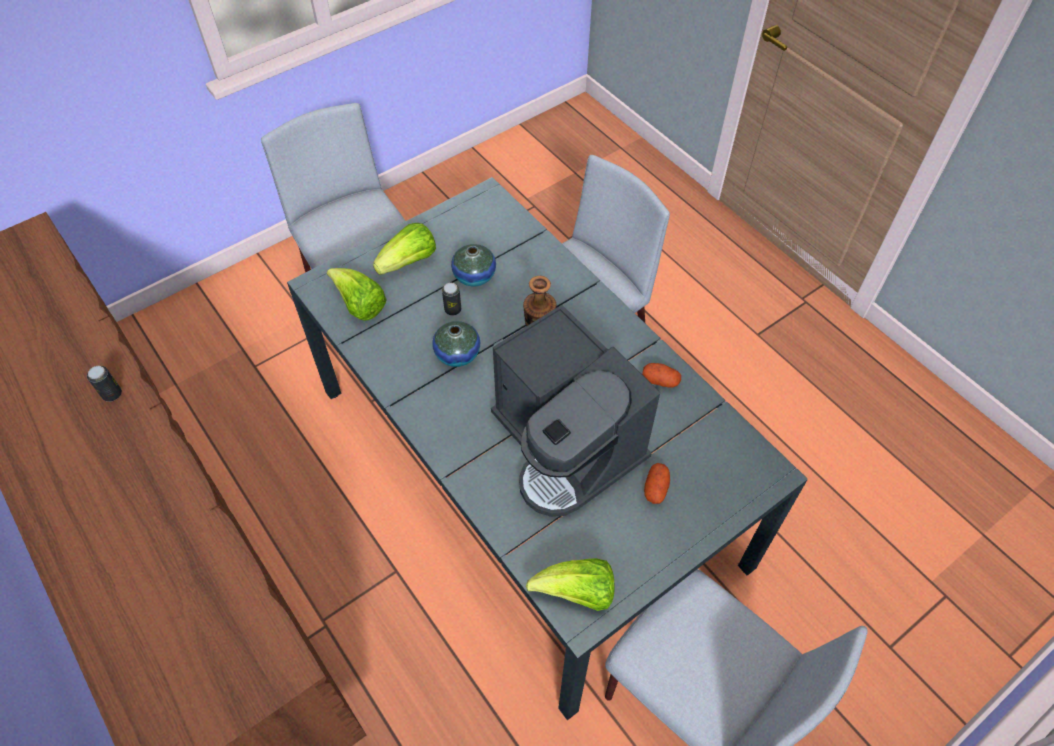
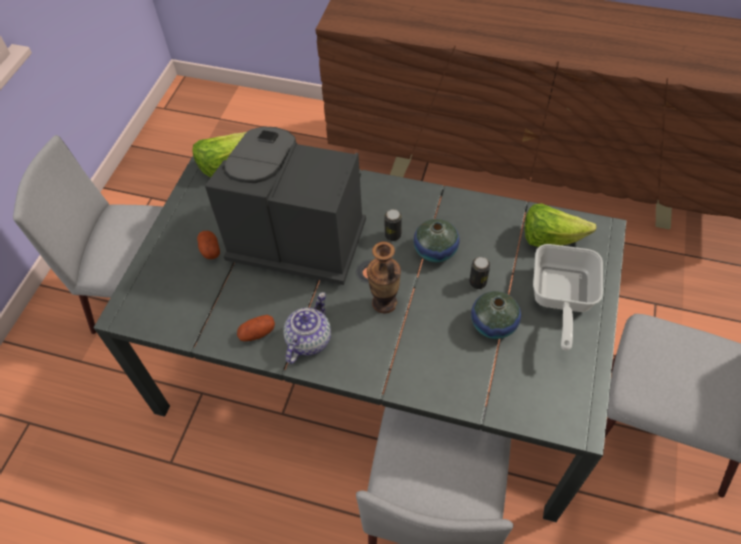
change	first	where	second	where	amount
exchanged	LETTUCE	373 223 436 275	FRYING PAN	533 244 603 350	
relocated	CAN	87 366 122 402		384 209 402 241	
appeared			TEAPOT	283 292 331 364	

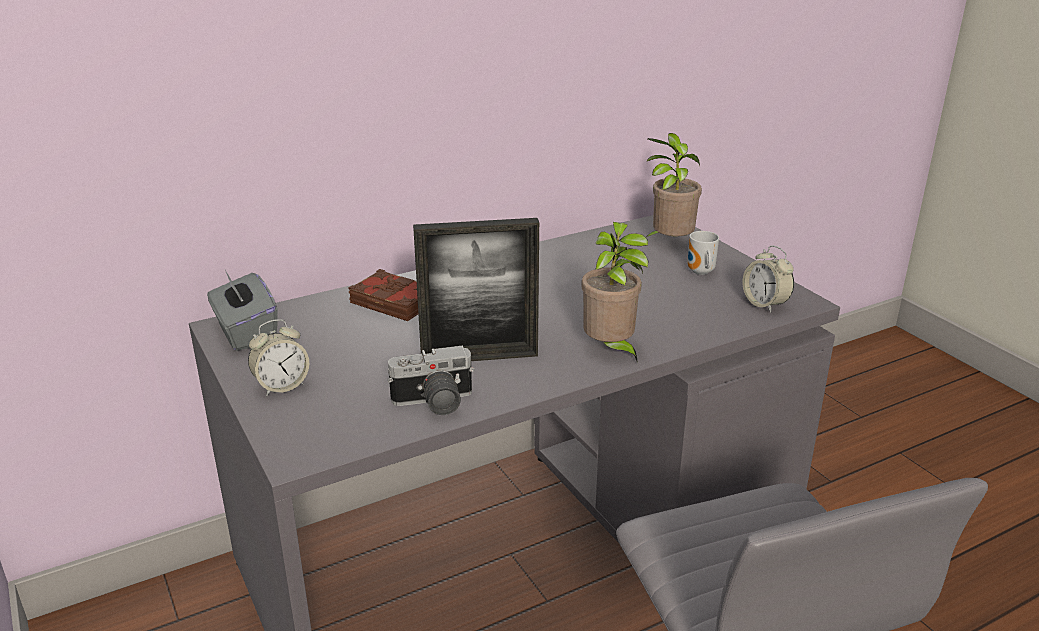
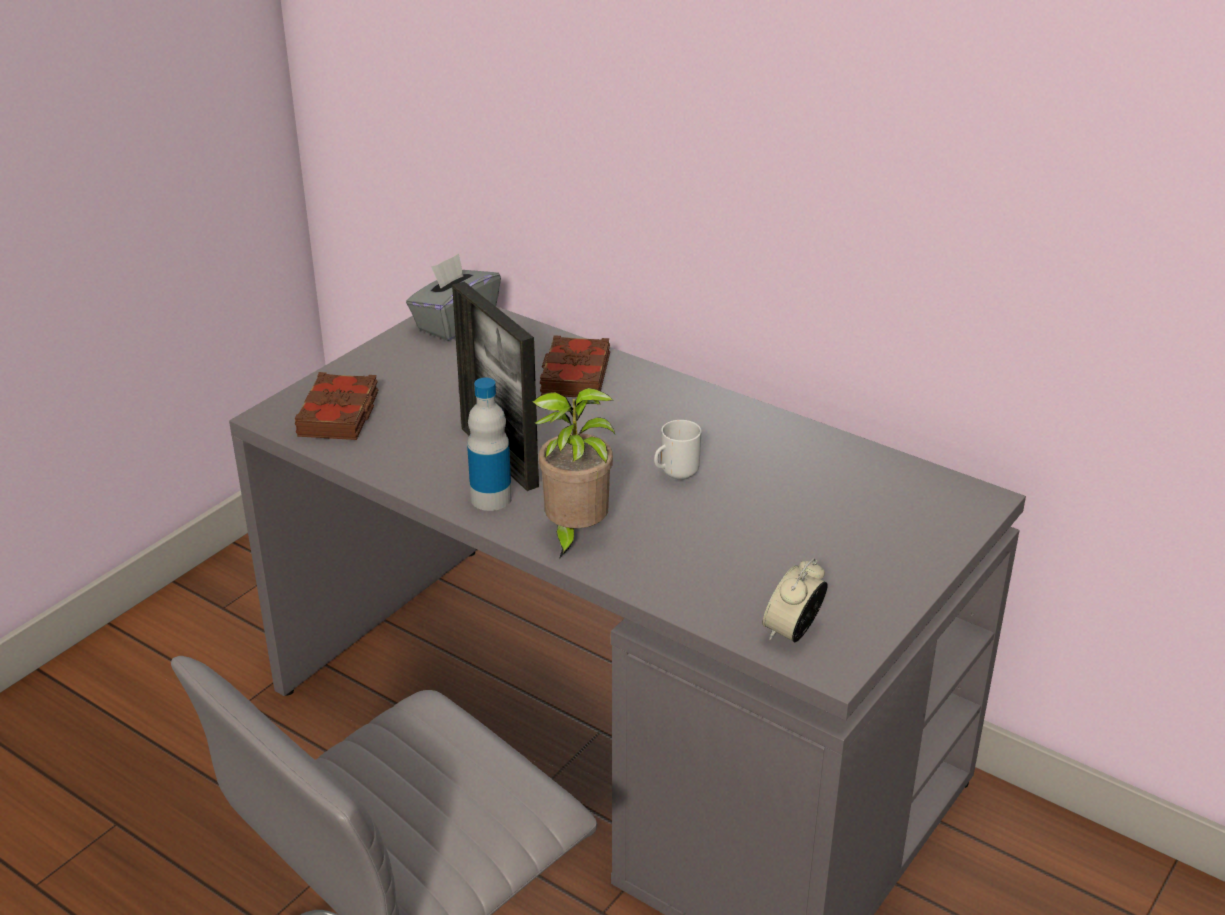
change	first	where	second	where	amount
missing	POTTED PLANT	646 133 702 237			
relocated	MUG	688 231 719 275		654 420 702 480	
missing	ALARM CLOCK	248 319 309 396			
missing	PHOTO CAMERA	387 345 475 415			
appeared			BROWN BOOK	295 372 378 440	
appeared			BOTTLE	467 378 512 511	

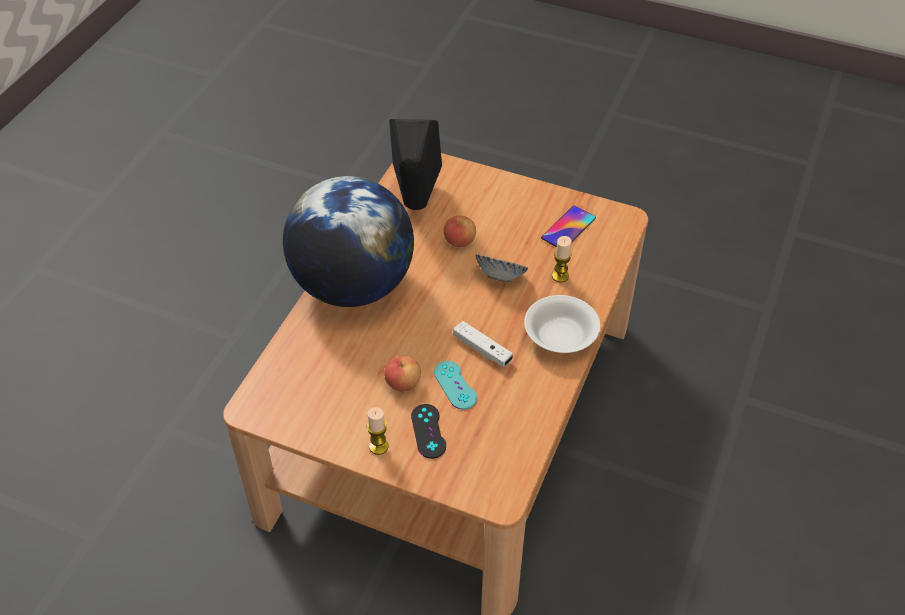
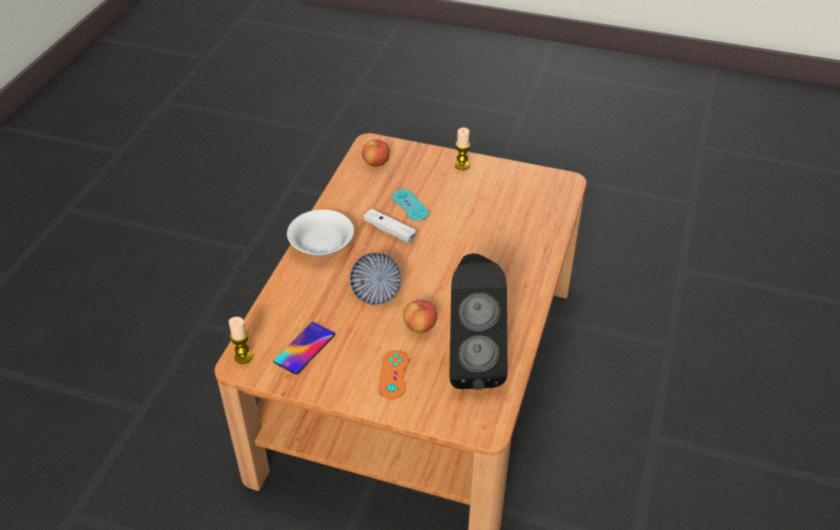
change	first	where	second	where	amount
missing	GLOBE	283 176 414 307			
relocated	CANDLE	552 236 572 283		229 317 252 364	
relocated	APPLE	384 356 421 391		362 139 390 167	
missing	BLACK GAME CONTROLLER	411 404 446 459			
appeared			ORANGE GAME CONTROLLER	378 350 409 399	

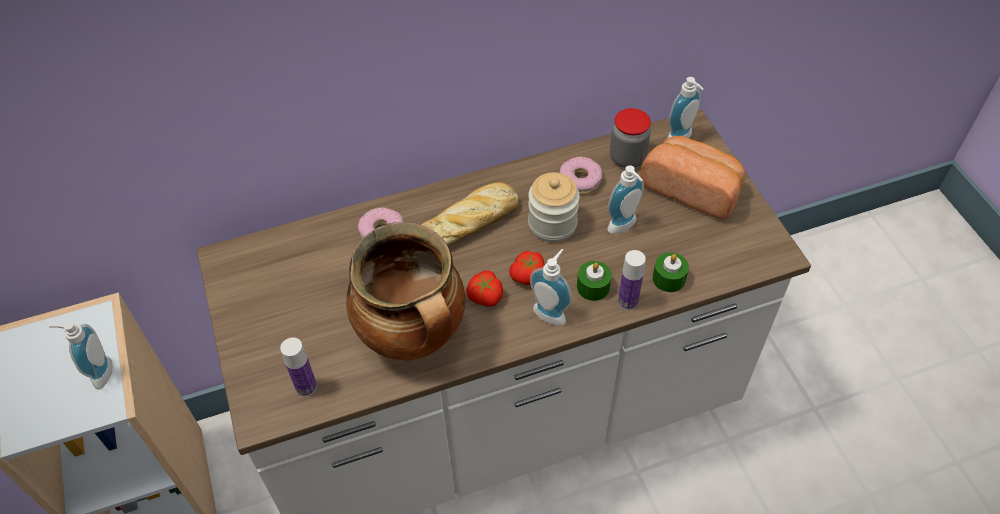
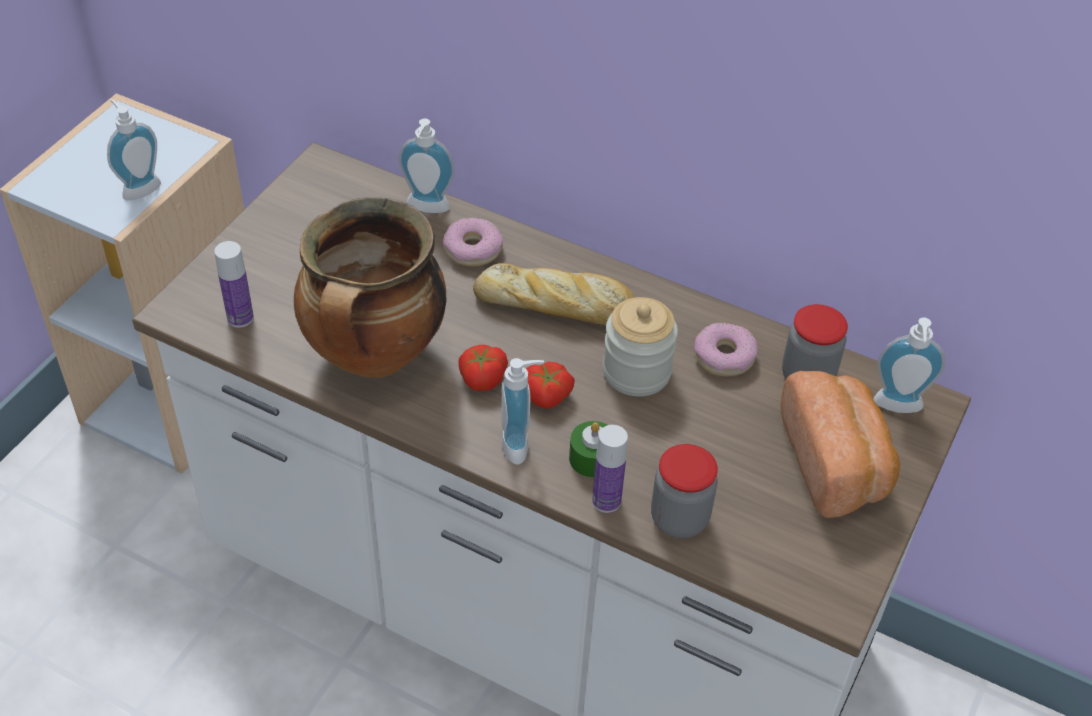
change	first	where	second	where	amount
relocated	SOAP DISPENSER	607 165 644 234		399 118 455 213	
exchanged	GREEN CANDLE	653 252 689 292	JAR	651 444 718 538	

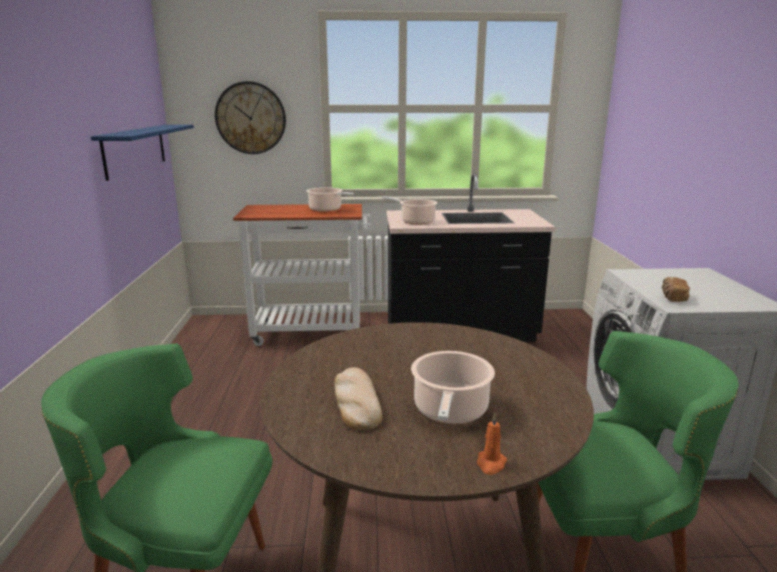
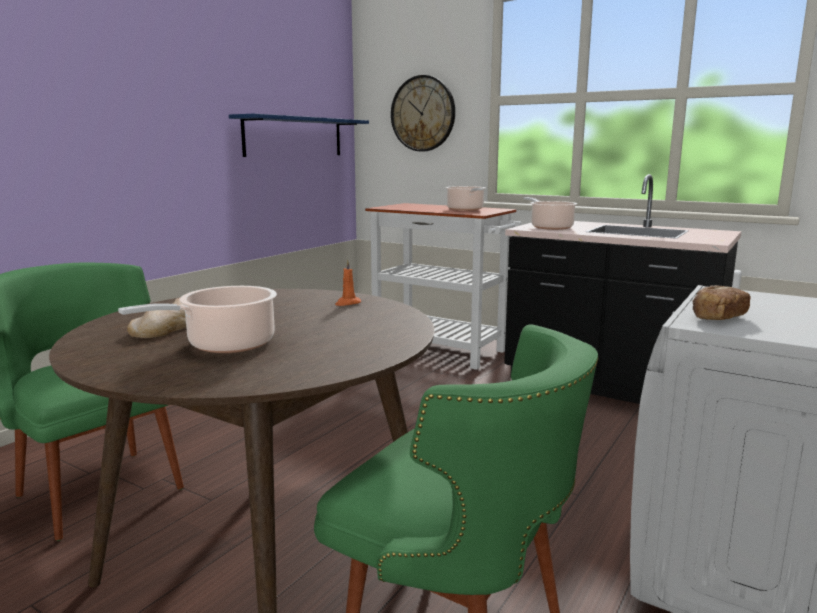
change	first	where	second	where	amount
relocated	ORANGE CANDLE	477 414 507 475		335 260 361 306	

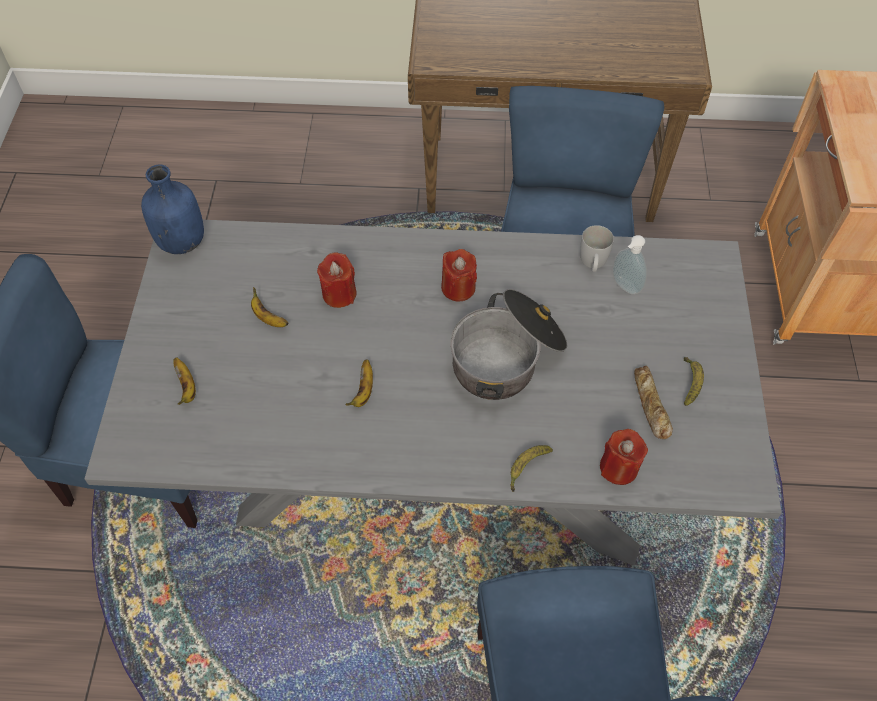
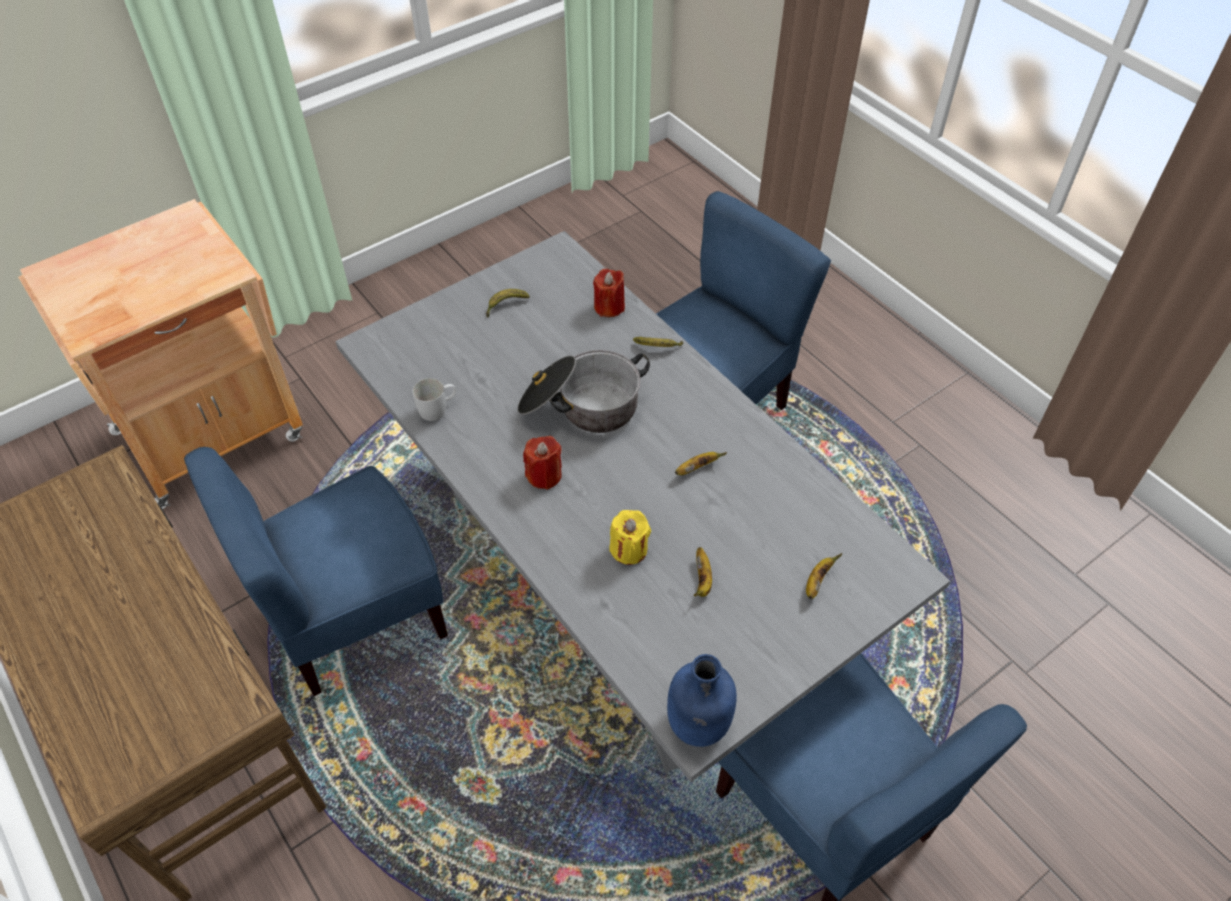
change	first	where	second	where	amount
missing	SOAP DISPENSER	613 235 647 295			
colour	RED CANDLE	317 252 356 308	YELLOW CANDLE	610 510 651 565	
missing	BREAD	634 366 673 439			

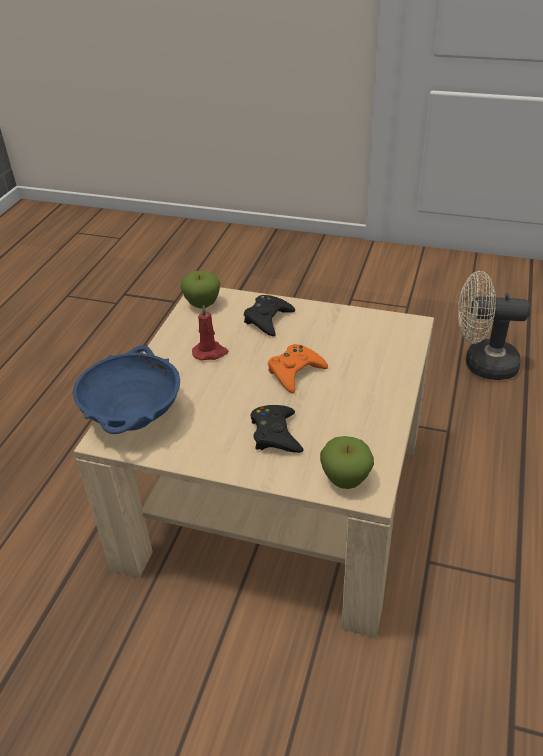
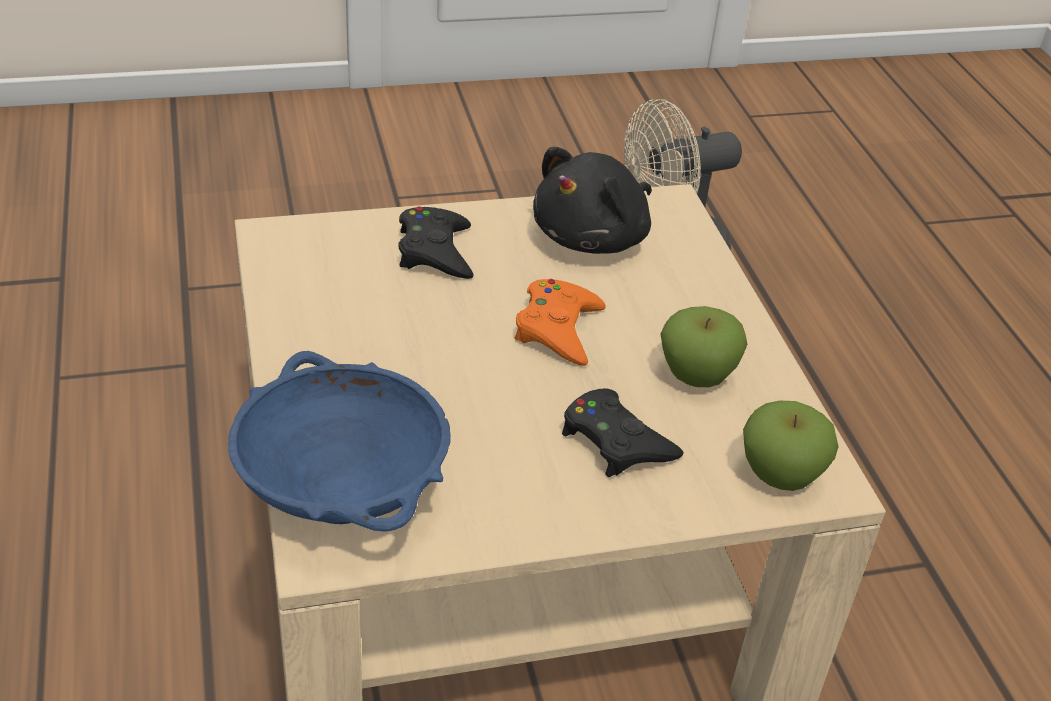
change	first	where	second	where	amount
relocated	APPLE	180 271 221 309		660 306 747 387	
missing	RED CANDLE	192 304 229 361			
appeared			BLACK PLUSH TOY	533 147 652 254	

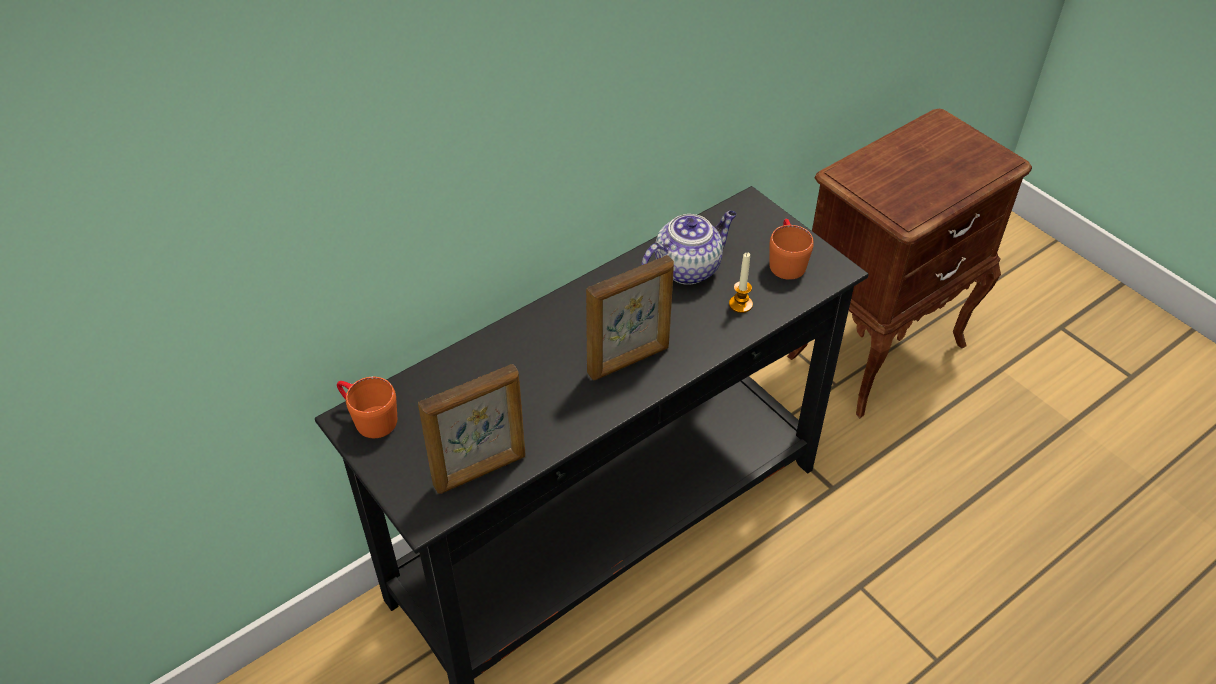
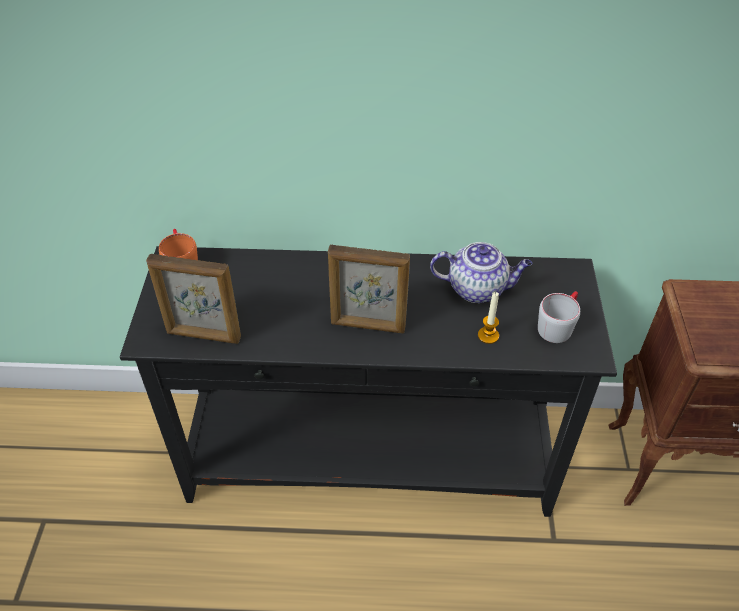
change	first	where	second	where	amount
colour	ORANGE MUG	769 219 814 280	GREY MUG	538 291 580 343	

